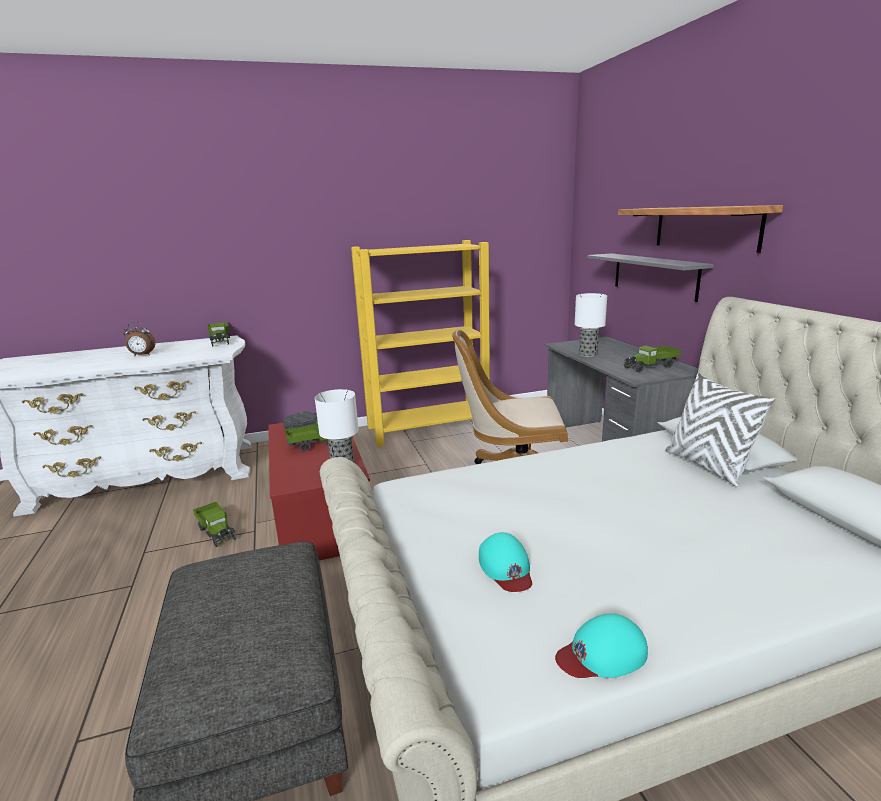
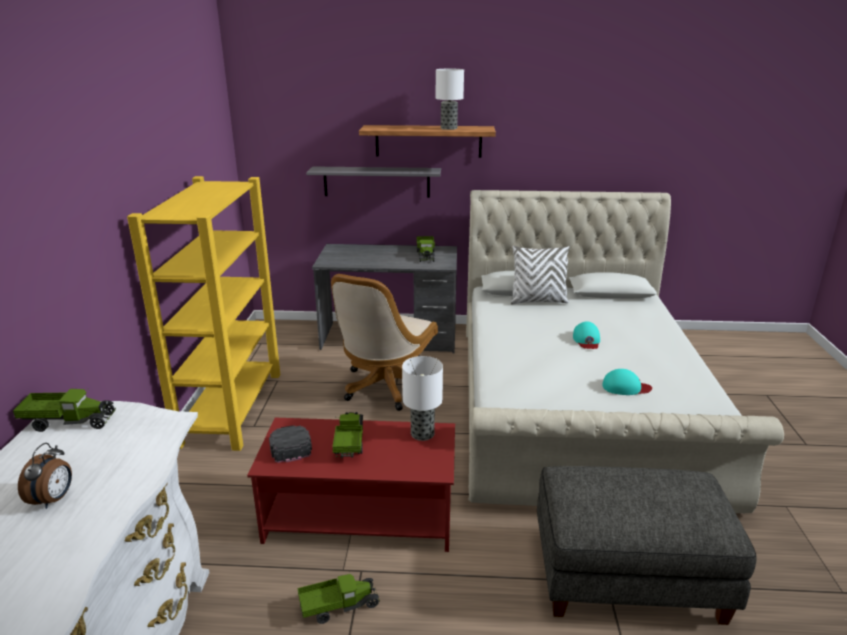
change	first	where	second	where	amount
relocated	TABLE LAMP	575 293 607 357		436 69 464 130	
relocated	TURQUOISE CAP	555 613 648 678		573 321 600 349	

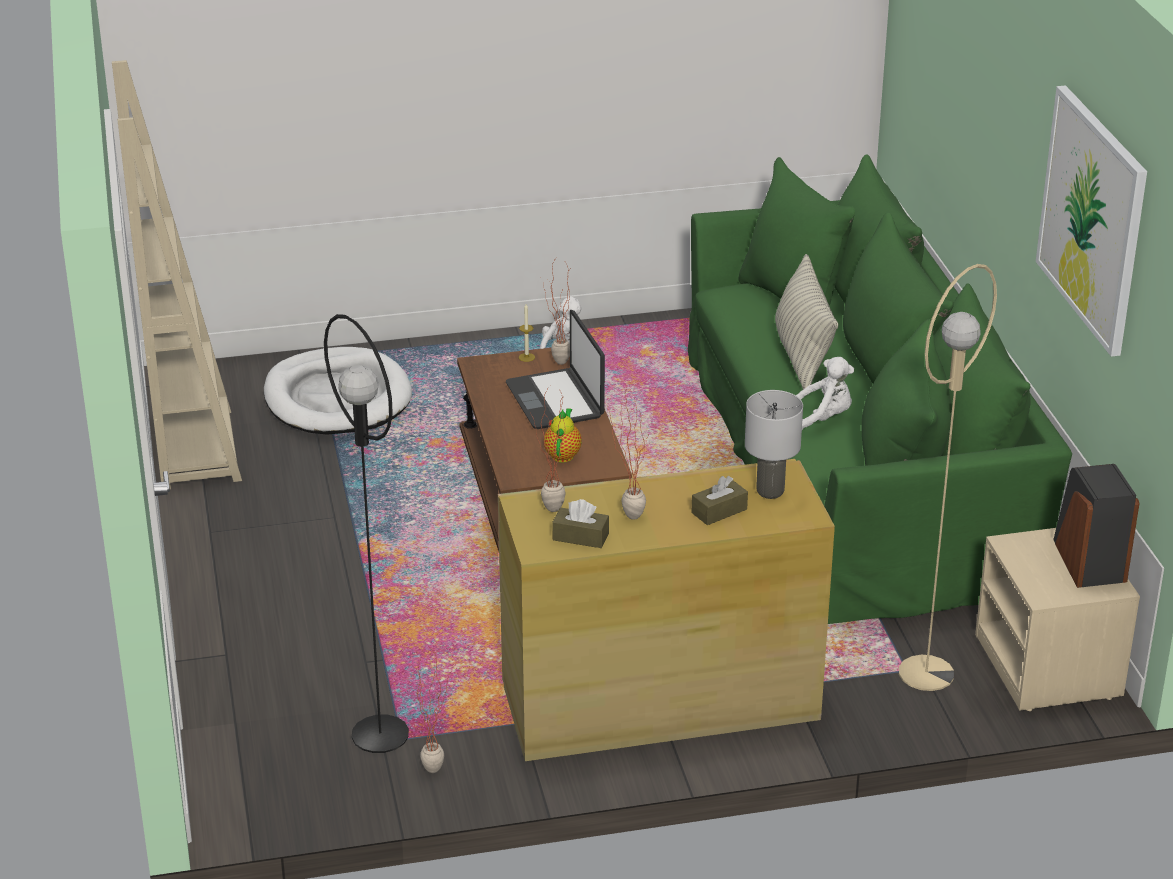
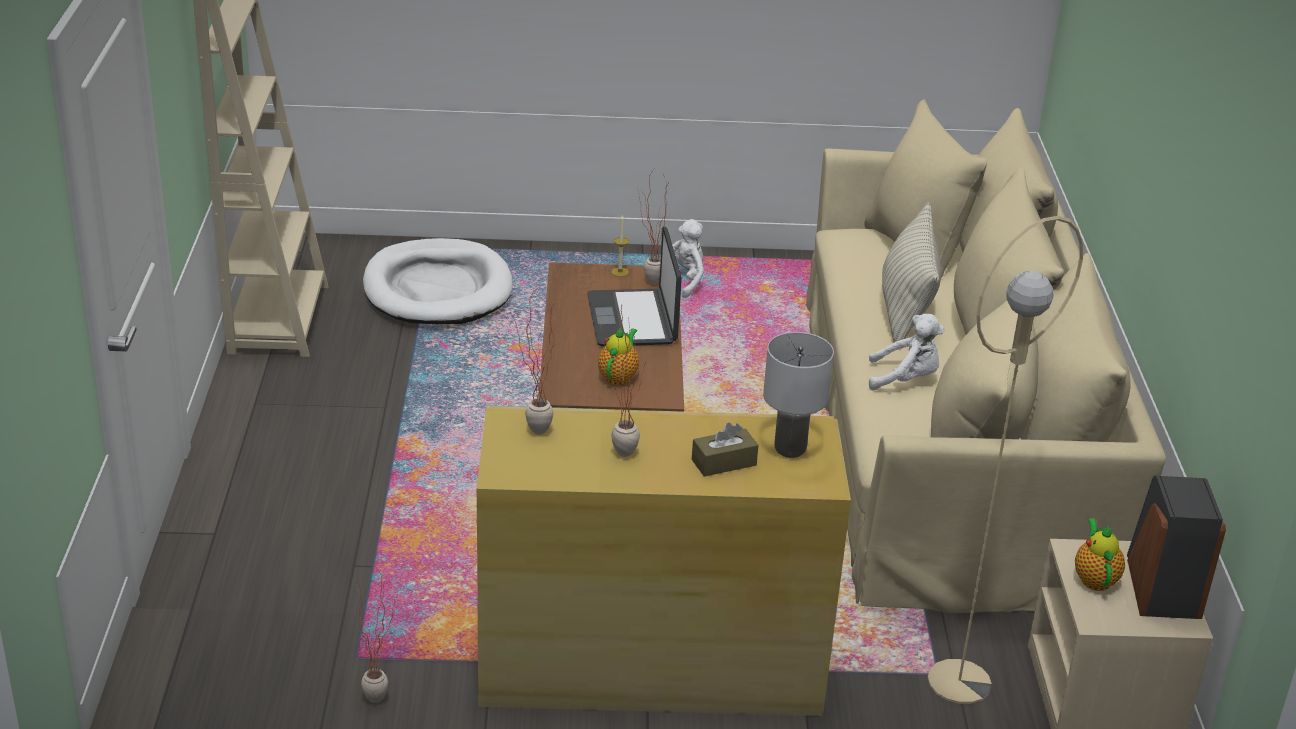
change	first	where	second	where	amount
missing	PICTURE	1036 85 1147 357			
colour	GREEN SOFA	688 154 1072 624	BEIGE SOFA	806 99 1166 613	
missing	BLACK FLOOR LAMP	324 314 409 753			
missing	BROWN TISSUE BOX	552 499 609 548			
appeared			TEAPOT	1075 518 1125 591	

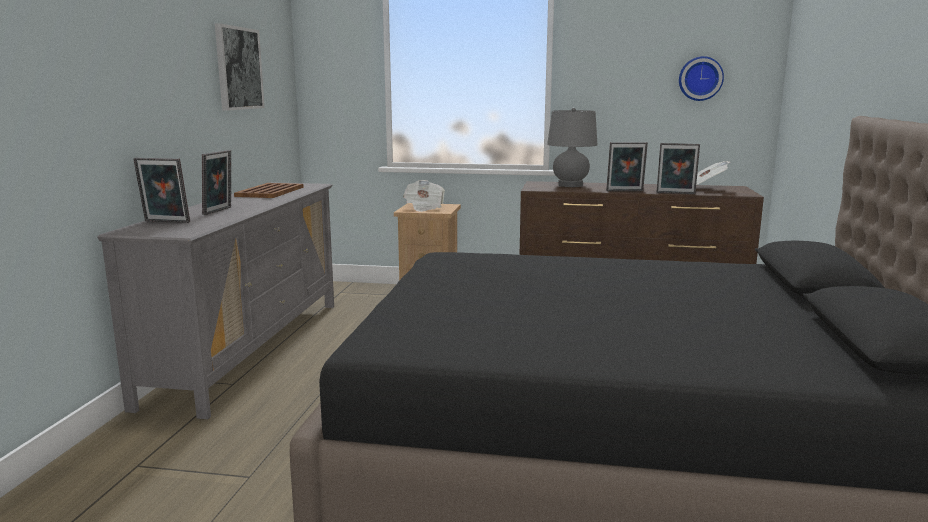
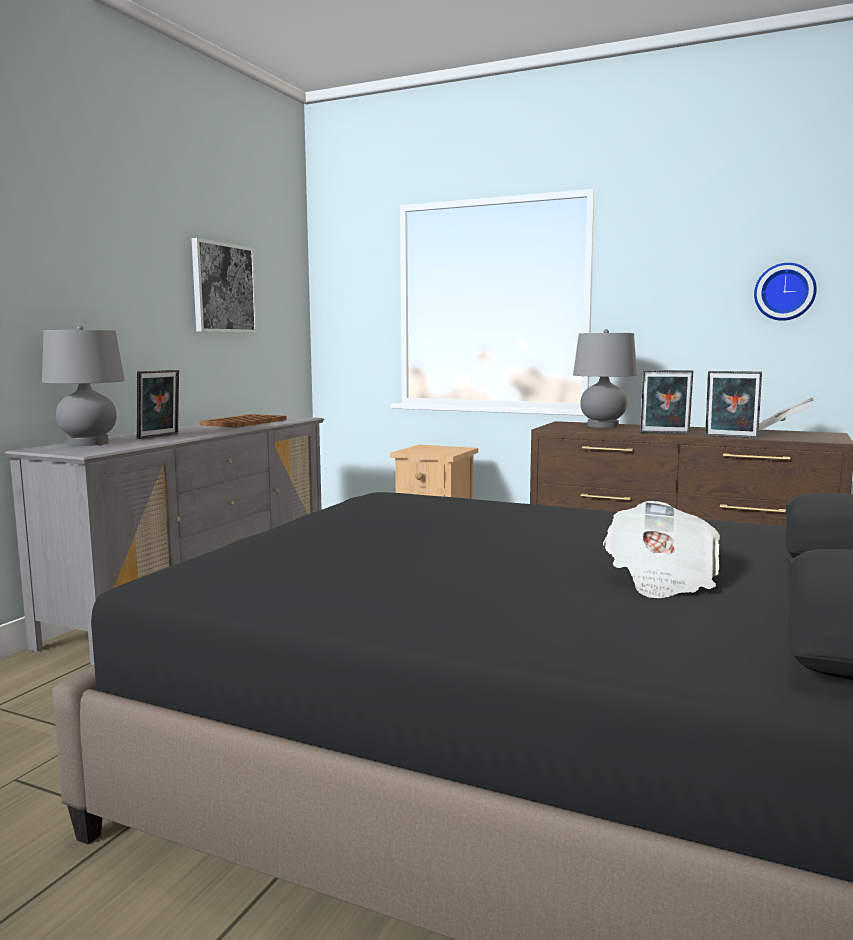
change	first	where	second	where	amount
exchanged	PICTURE FRAME	133 158 190 223	GREY TABLE LAMP	42 325 125 446	
relocated	NEWSPAPER	403 180 445 212		603 501 720 598	

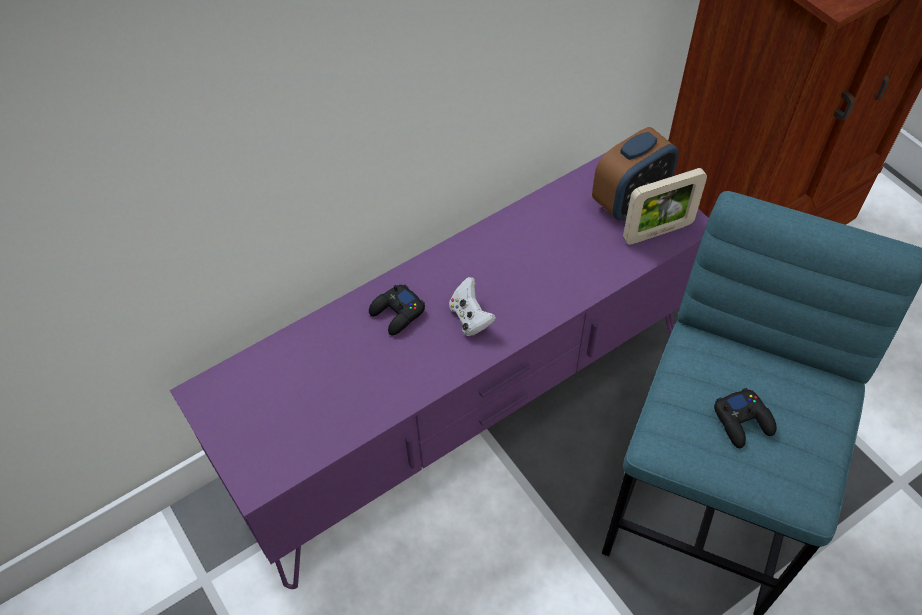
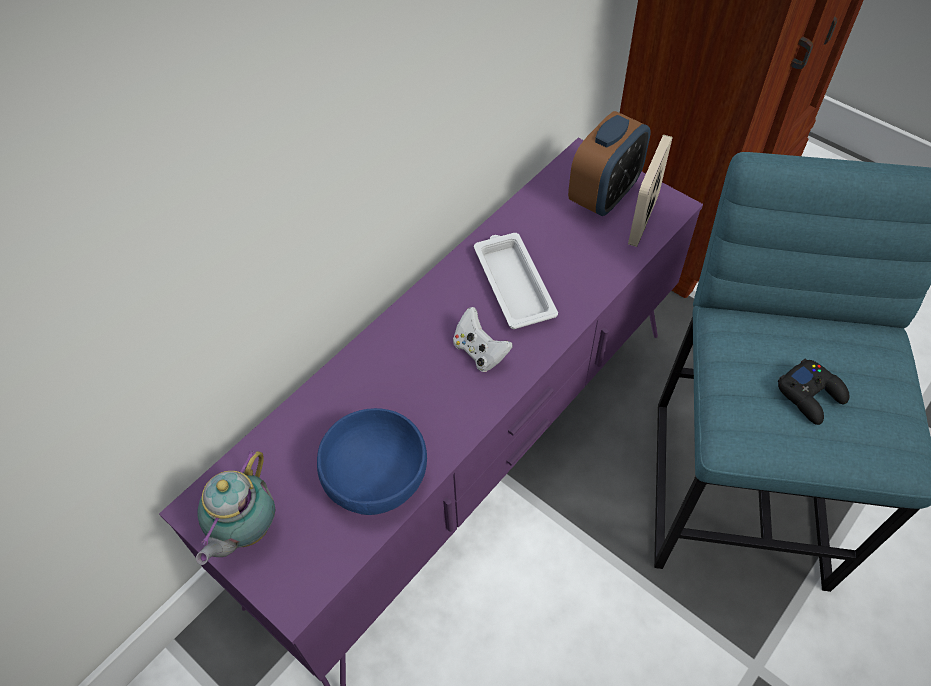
change	first	where	second	where	amount
spun	PICTURE FRAME	623 168 707 245		628 135 672 247	150 degrees clockwise
missing	BLACK GAME CONTROLLER	369 284 425 336			
appeared			WHITE TRAY	474 233 558 329	
appeared			BLUE BOWL	317 408 427 515	
appeared			TEAPOT	196 450 276 565	

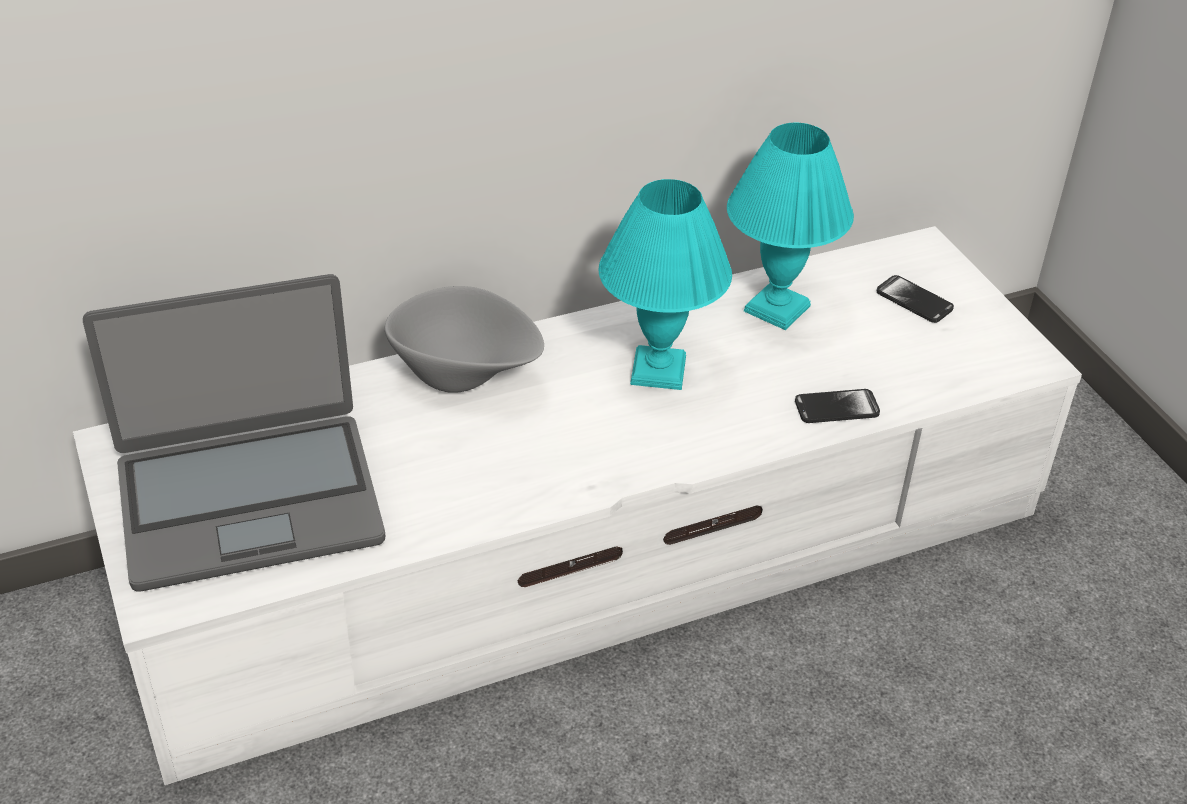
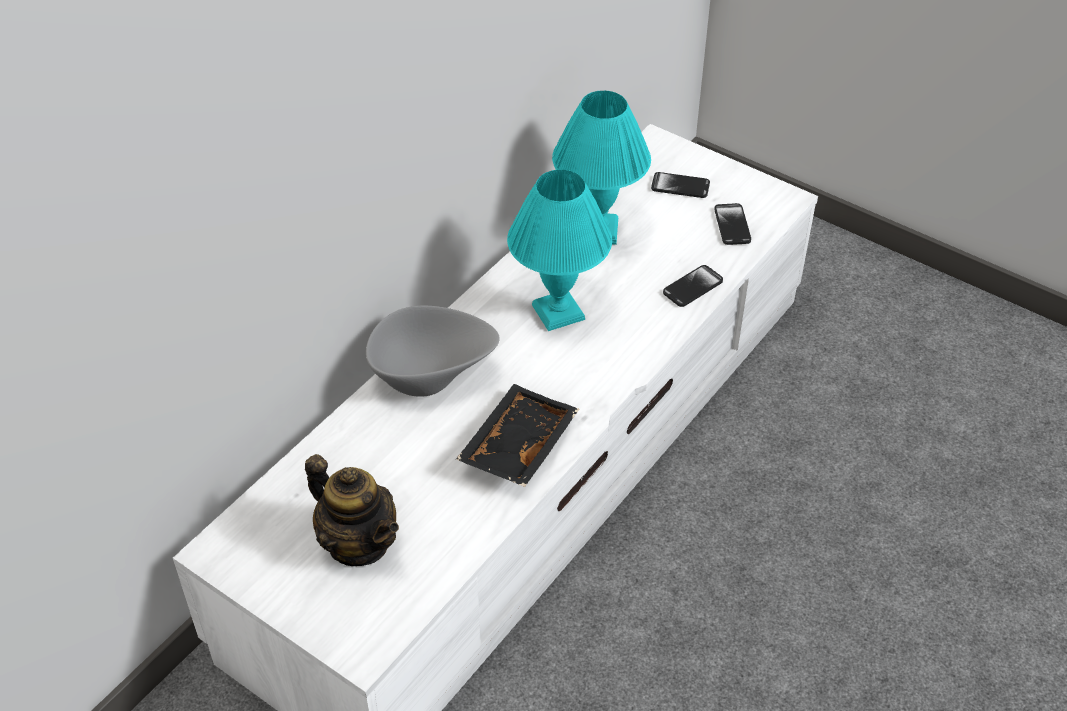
change	first	where	second	where	amount
exchanged	LAPTOP	83 274 385 592	TEAPOT	305 454 399 566	
appeared			PHONE	714 203 751 245	
appeared			BLACK TRAY	456 384 579 487	

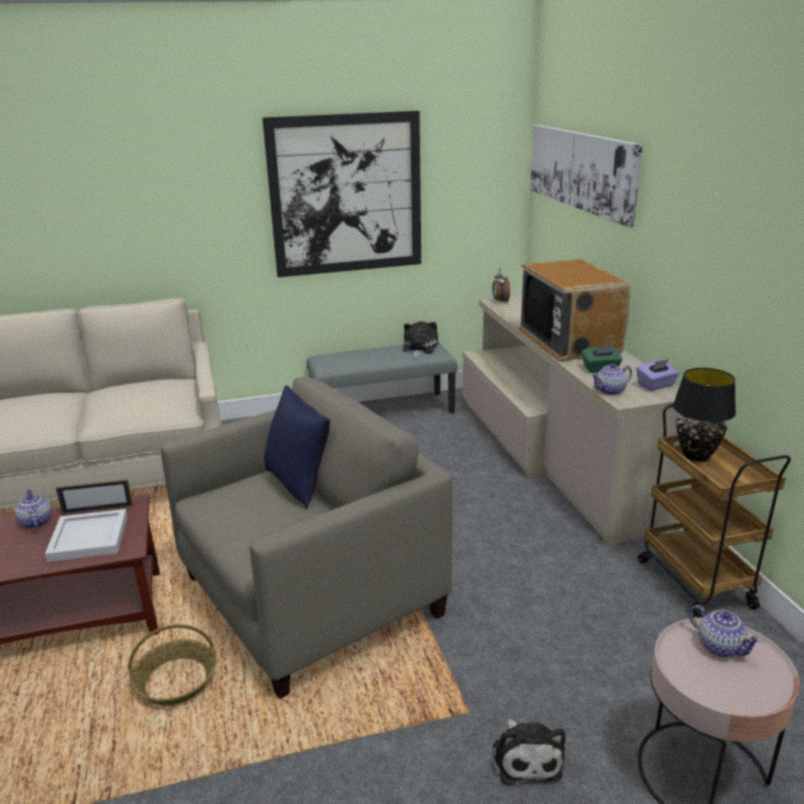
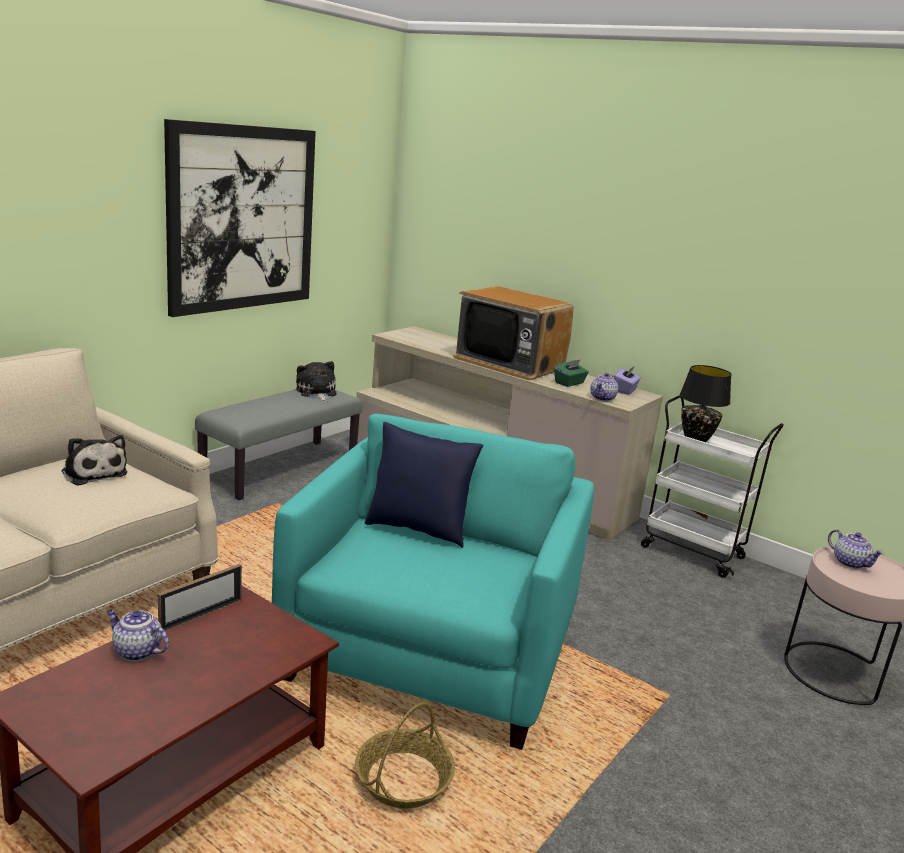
change	first	where	second	where	amount
missing	PICTURE	531 125 643 228			
missing	ALARM CLOCK	493 269 510 302			
colour	BEIGE ARMCHAIR	161 377 453 699	TURQUOISE ARMCHAIR	272 414 594 750	
colour	BROWN CART	638 404 791 618	WHITE CART	641 395 784 578	
missing	WHITE TRAY	45 509 128 562			
spun	TEAPOT	689 605 762 658		828 529 884 569	45 degrees clockwise
relocated	PLUSH TOY	493 719 565 785		62 435 128 486	

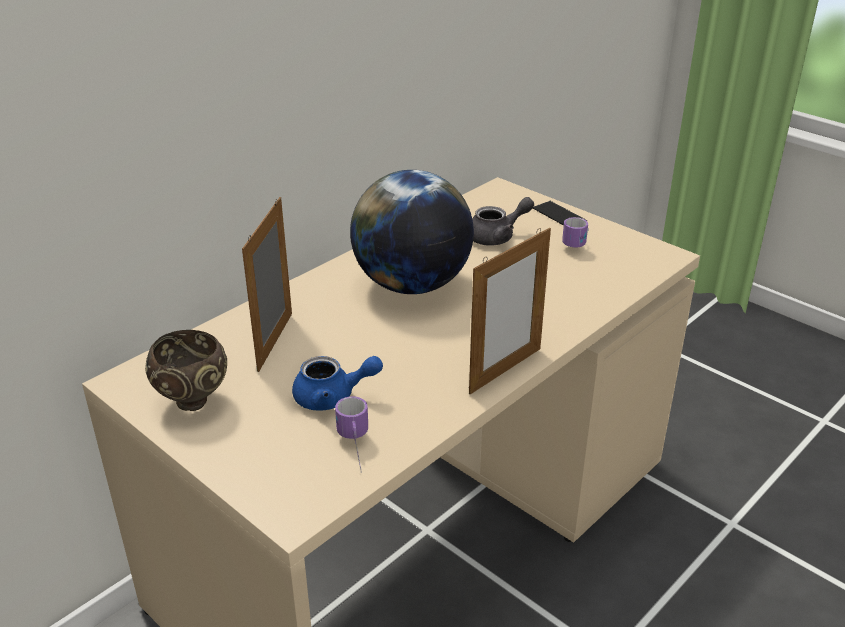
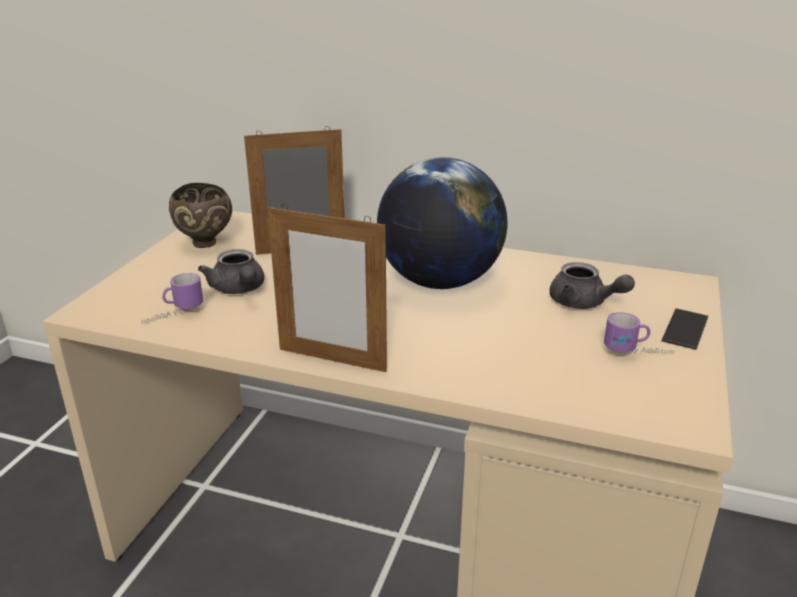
change	first	where	second	where	amount
colour	BLUE TEAPOT	292 356 383 411	GREY TEAPOT	198 249 264 294	

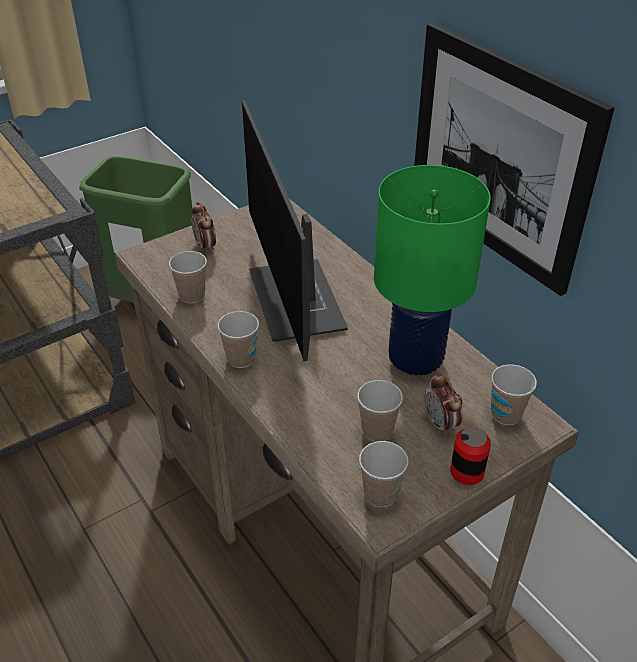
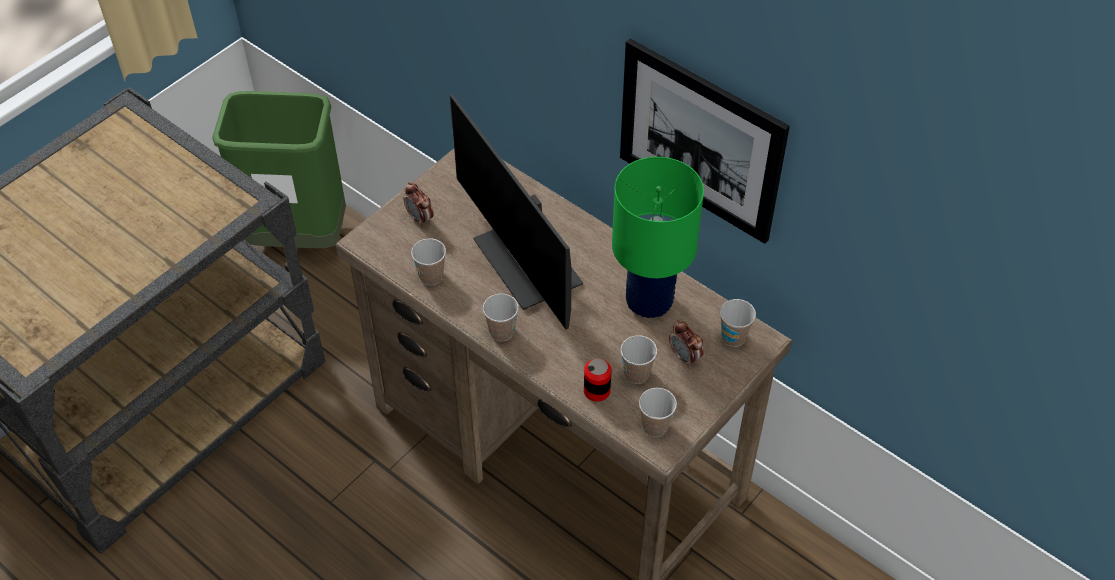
change	first	where	second	where	amount
relocated	CAN	450 427 491 485		584 359 612 402	

